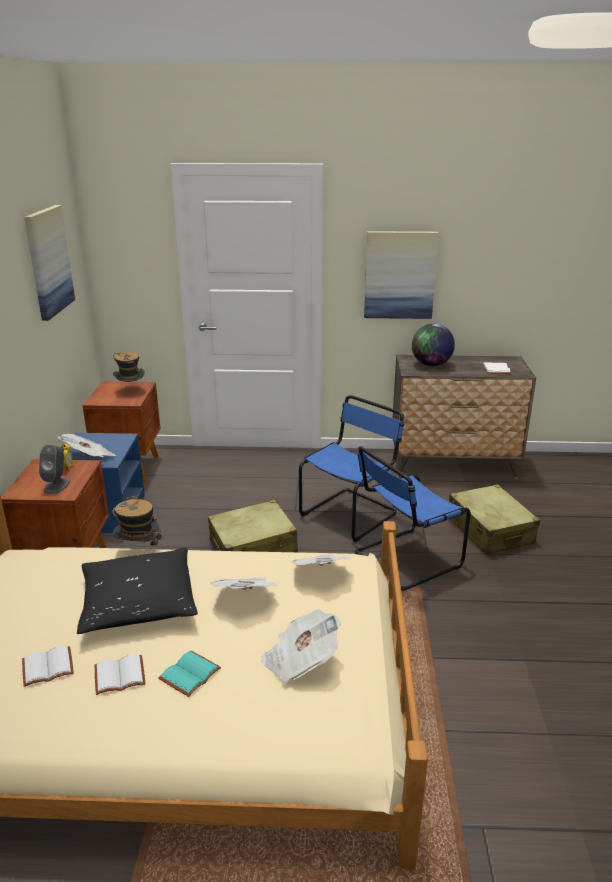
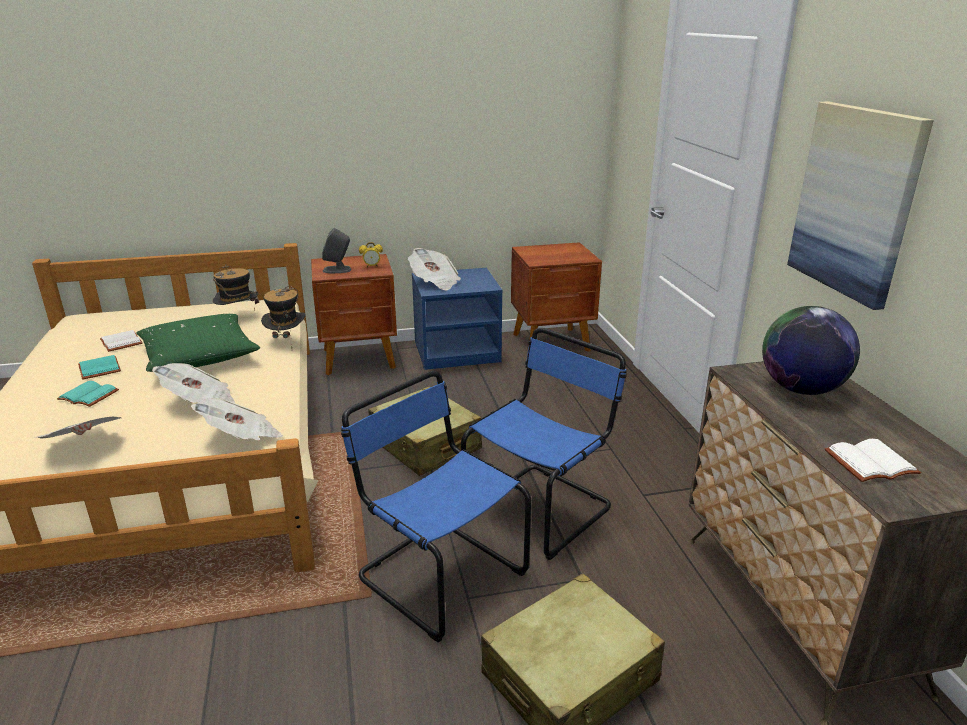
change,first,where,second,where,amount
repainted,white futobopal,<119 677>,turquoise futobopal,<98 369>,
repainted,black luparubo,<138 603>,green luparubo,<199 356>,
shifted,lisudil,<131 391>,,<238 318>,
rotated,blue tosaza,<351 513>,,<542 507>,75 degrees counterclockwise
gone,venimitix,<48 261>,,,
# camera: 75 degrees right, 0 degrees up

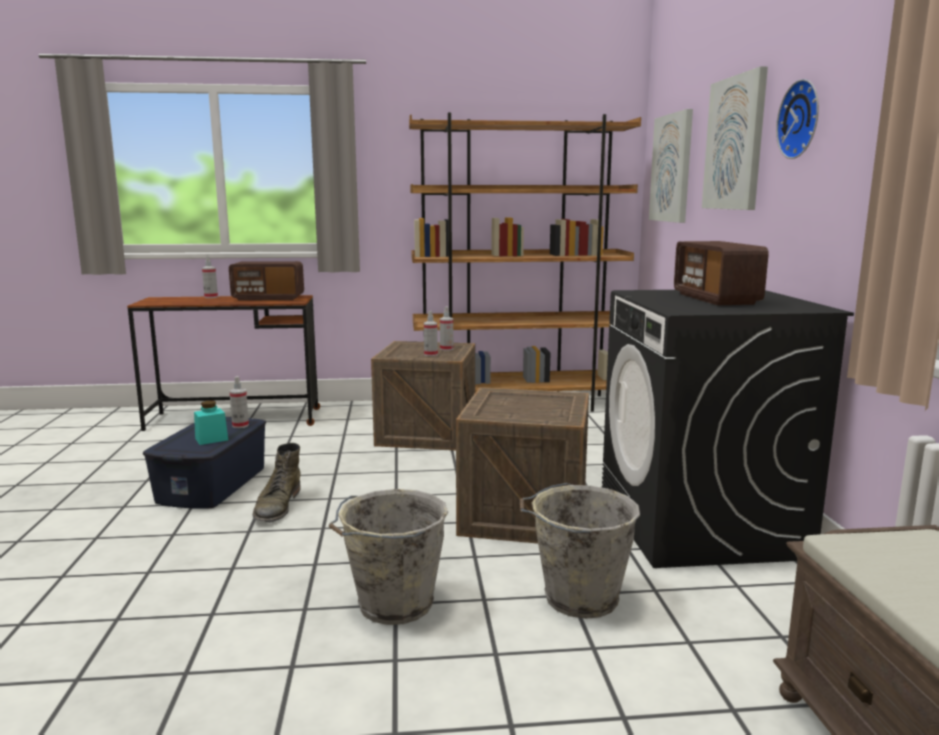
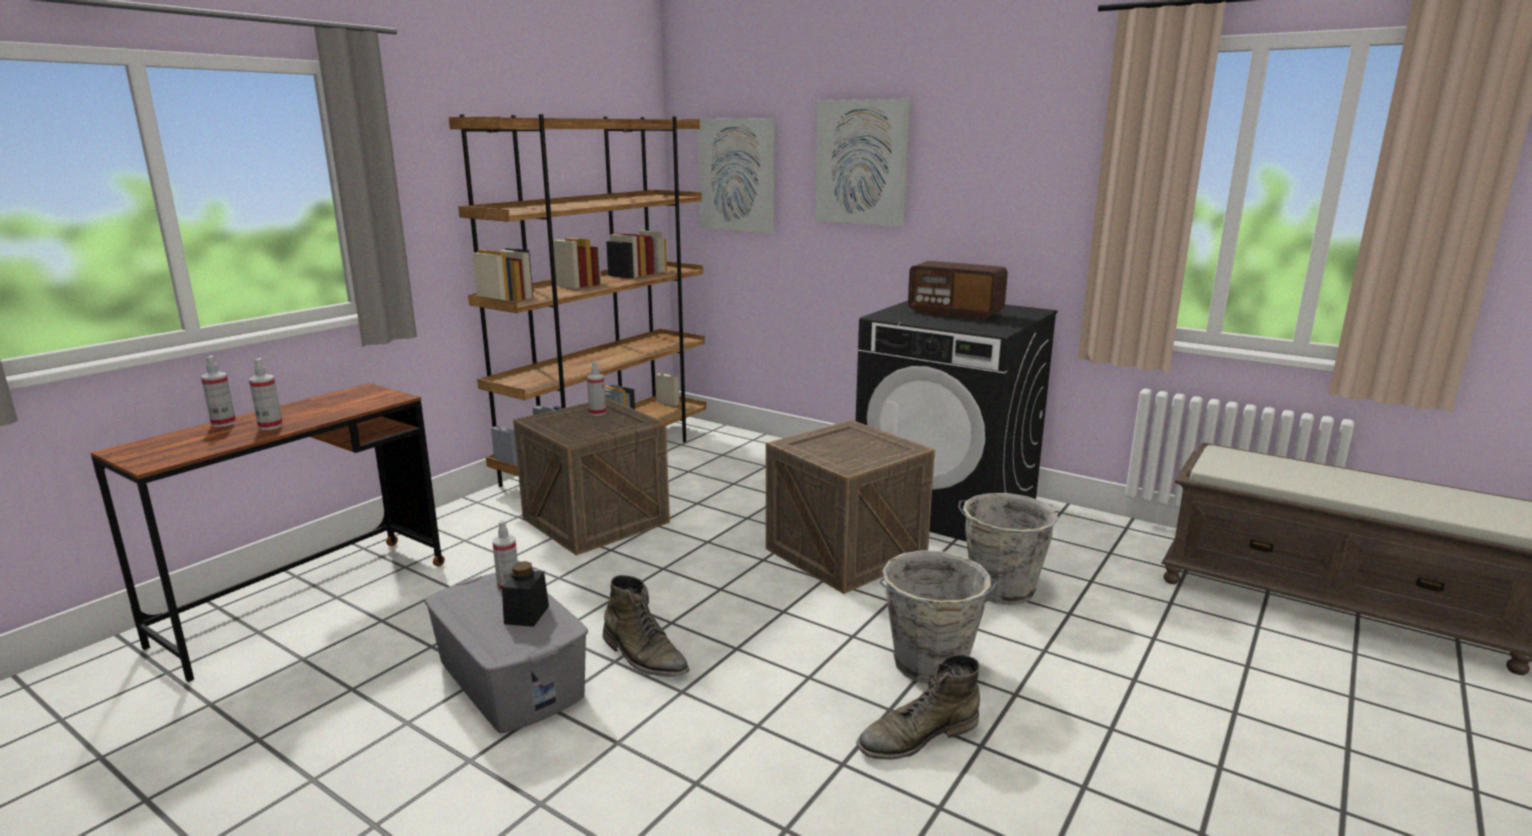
change,first,where,second,where,amount
shifted,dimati,<430 354>,,<270 426>,
repainted,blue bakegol,<213 484>,grey bakegol,<511 678>,
repainted,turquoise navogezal,<211 439>,black navogezal,<526 615>,
new,,,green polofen,<917 736>,
gone,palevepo,<268 298>,,,
gone,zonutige,<802 119>,,,
# camera: 50 degrees left, 5 degrees up

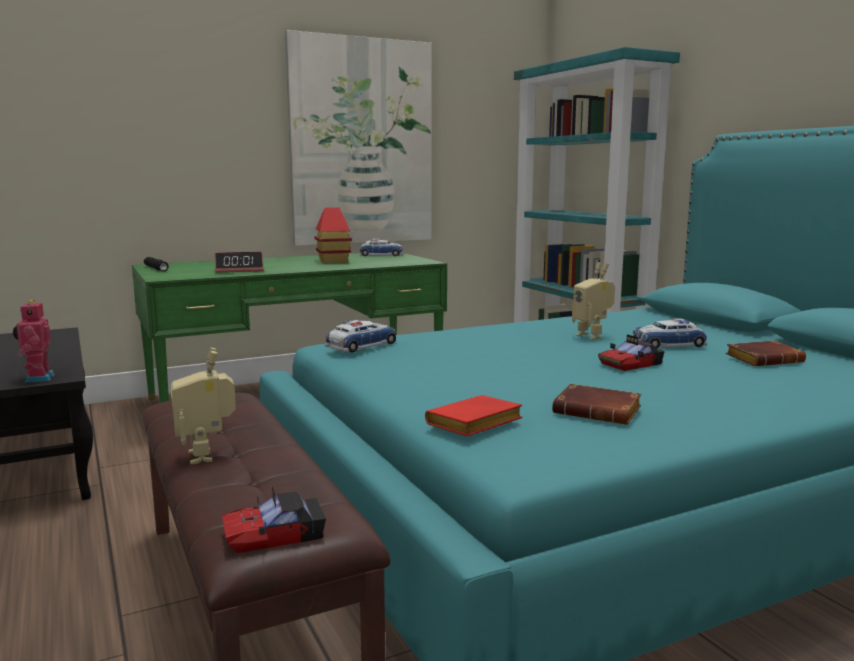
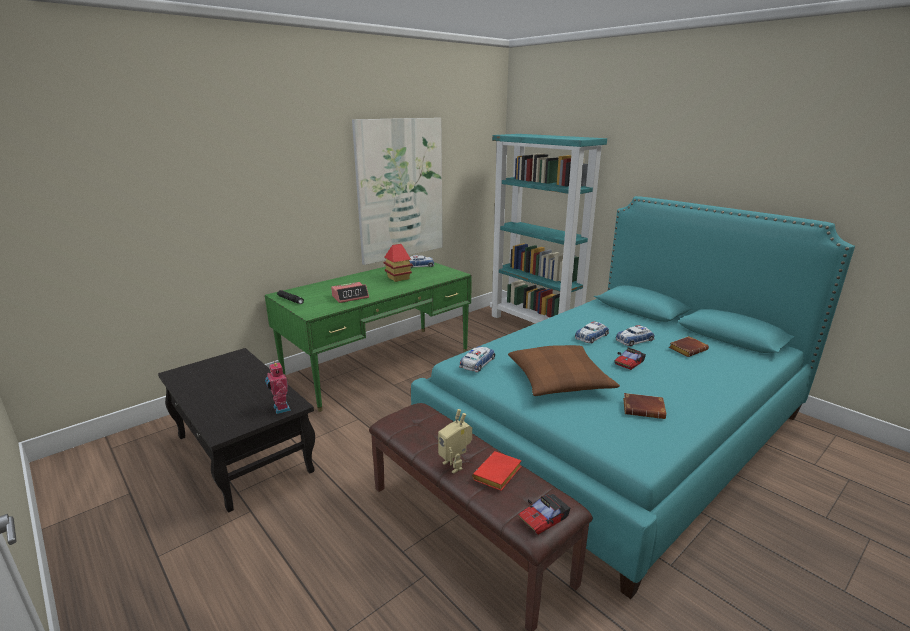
change,first,where,second,where,amount
shifted,red futobopal,<474 425>,,<497 475>,
new,,,brown luparubo,<559 380>,
swapped,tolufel,<592 336>,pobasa,<591 336>,
# camera: 15 degrees left, 10 degrees up

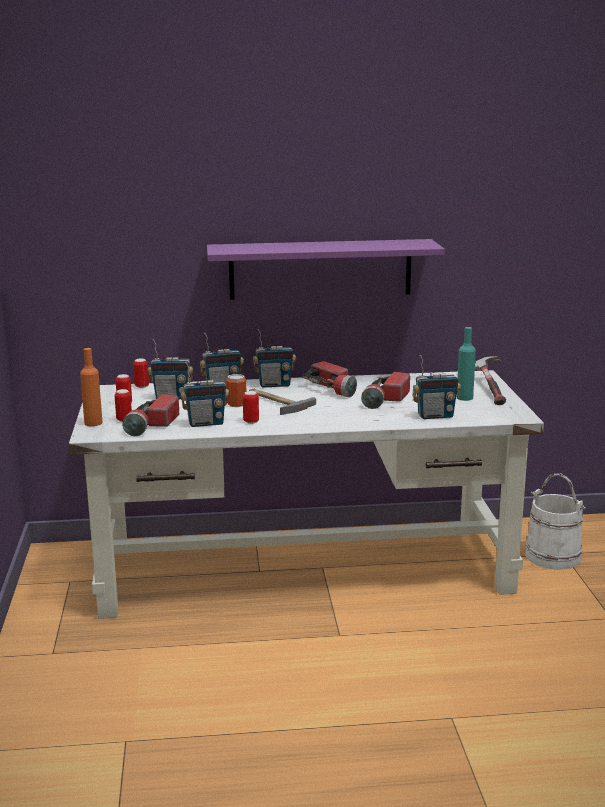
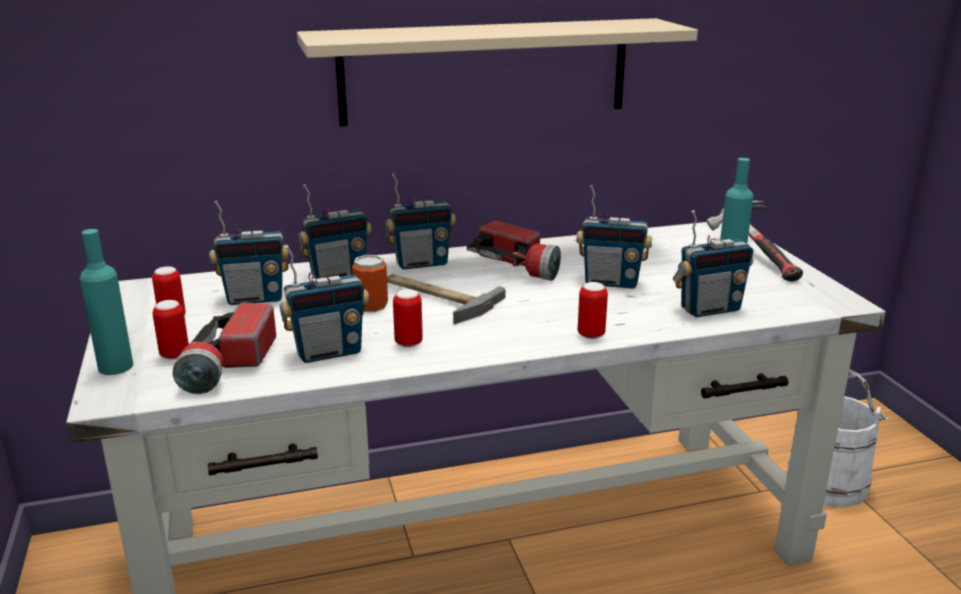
change,first,where,second,where,amount
repainted,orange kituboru,<93 423>,turquoise kituboru,<115 367>,
repainted,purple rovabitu,<320 269>,beige rovabitu,<485 71>,
swapped,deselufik,<385 400>,palevepo,<611 282>,
shifted,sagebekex,<141 386>,,<591 334>,
# camera: 10 degrees left, 5 degrees up

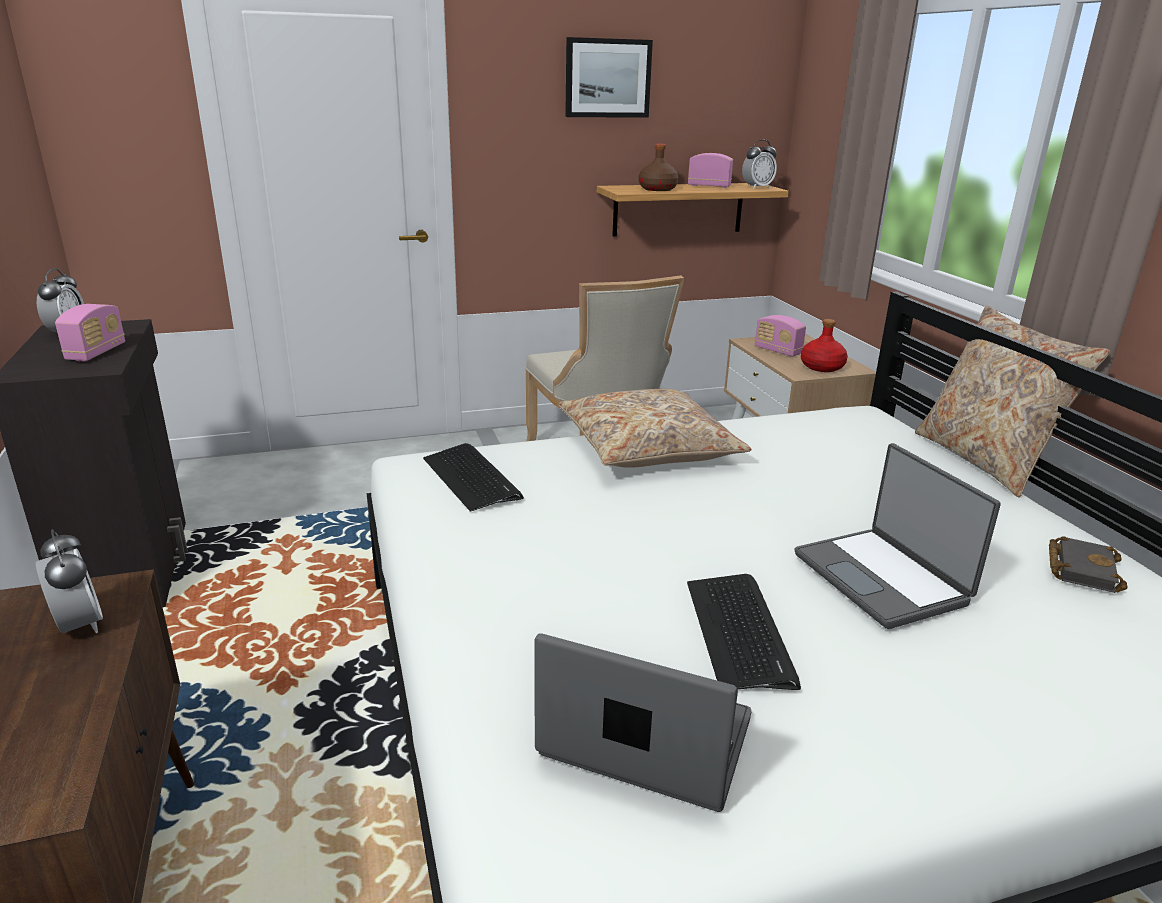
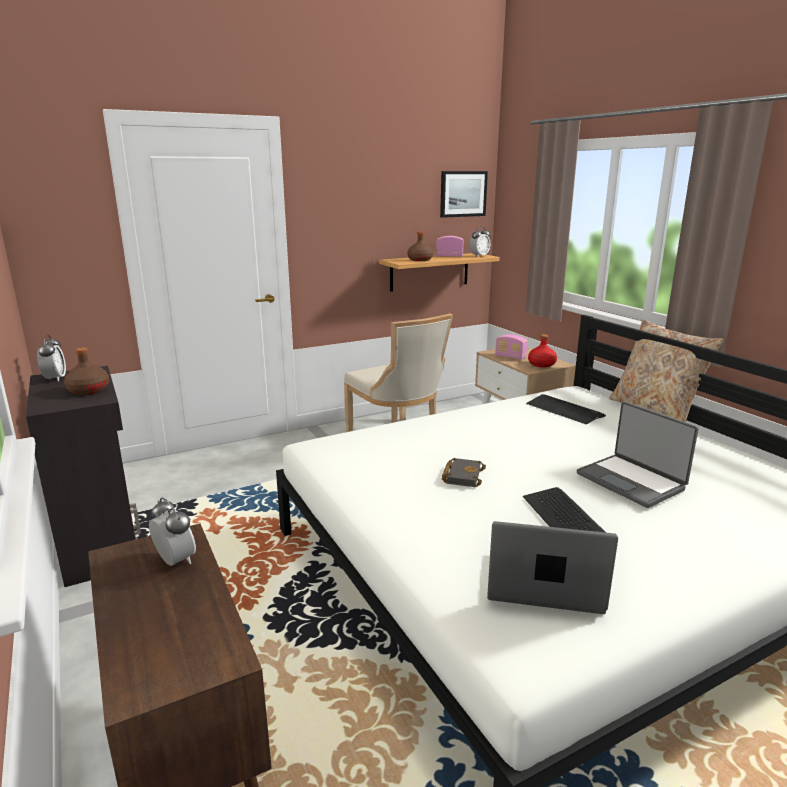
change,first,where,second,where,amount
swapped,palevepo,<96 353>,brown kituboru,<88 390>,
shifted,venimitix,<607 78>,,<463 194>,
shifted,black futobopal,<1080 568>,,<462 475>,
shifted,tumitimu,<471 478>,,<564 410>,
gone,beige luparubo,<648 447>,,,
# camera: 10 degrees left, 5 degrees down

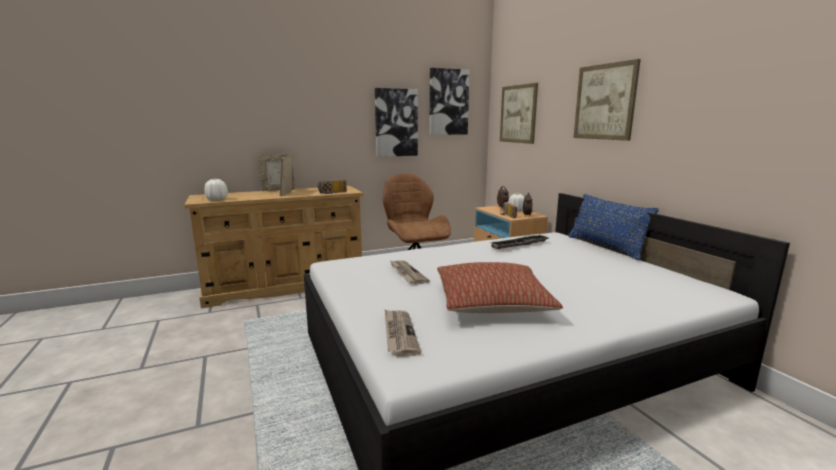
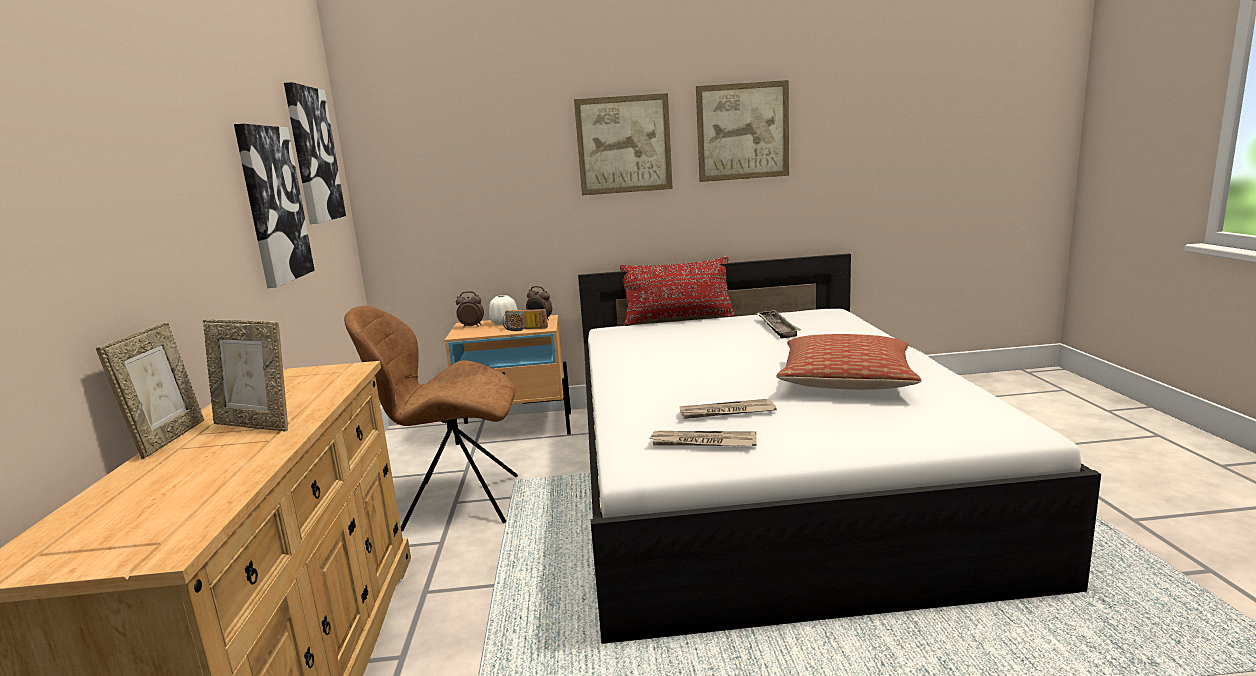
change,first,where,second,where,amount
repainted,blue luparubo,<605 247>,red luparubo,<678 319>,
shifted,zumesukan,<399 334>,,<702 442>,
shifted,venimitix,<518 114>,,<742 131>,
shifted,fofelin,<519 245>,,<777 328>,
gone,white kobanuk,<217 199>,,,
gone,palevepo,<332 193>,,,
# camera: 70 degrees left, 0 degrees up

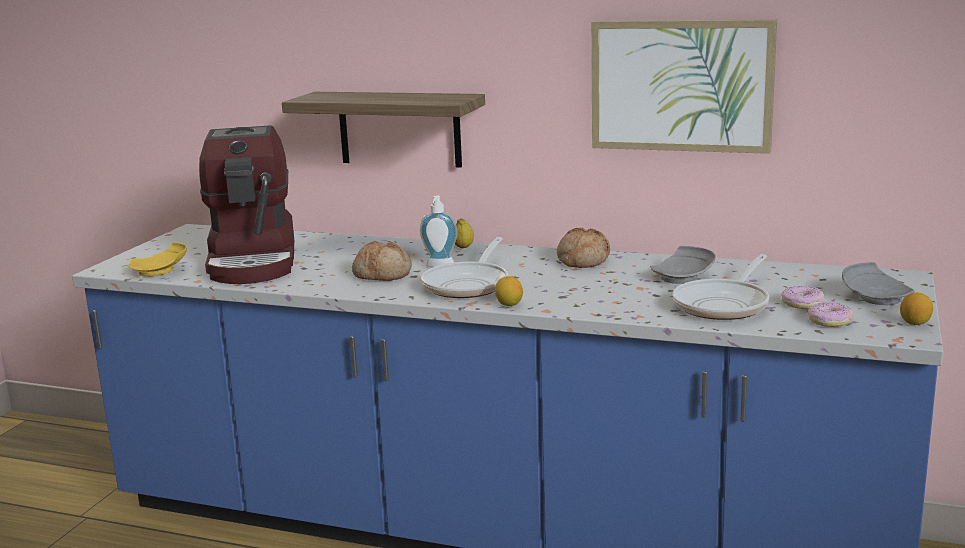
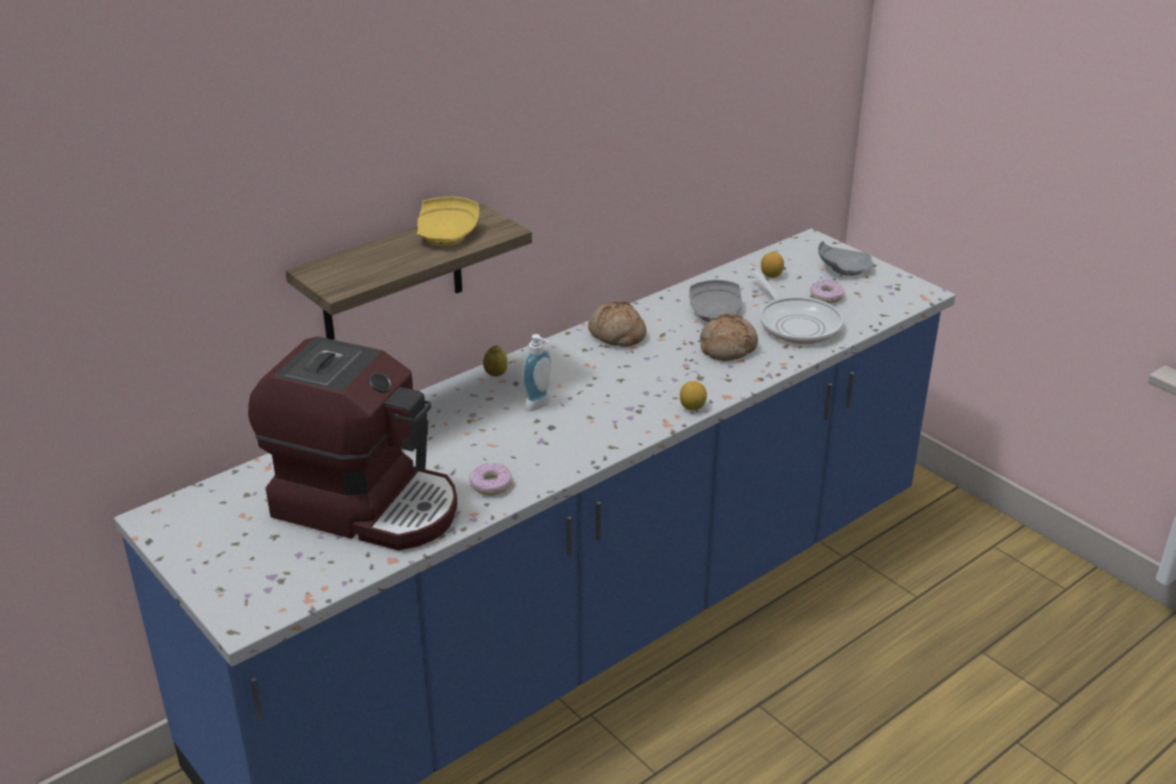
change,first,where,second,where,amount
shifted,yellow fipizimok,<161 271>,,<448 235>,
shifted,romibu,<829 321>,,<490 485>,
shifted,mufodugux,<383 274>,,<727 347>,
shifted,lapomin,<915 323>,,<771 275>,
gone,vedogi,<469 284>,,,
gone,venimitix,<681 85>,,,
# camera: 60 degrees left, 15 degrees up

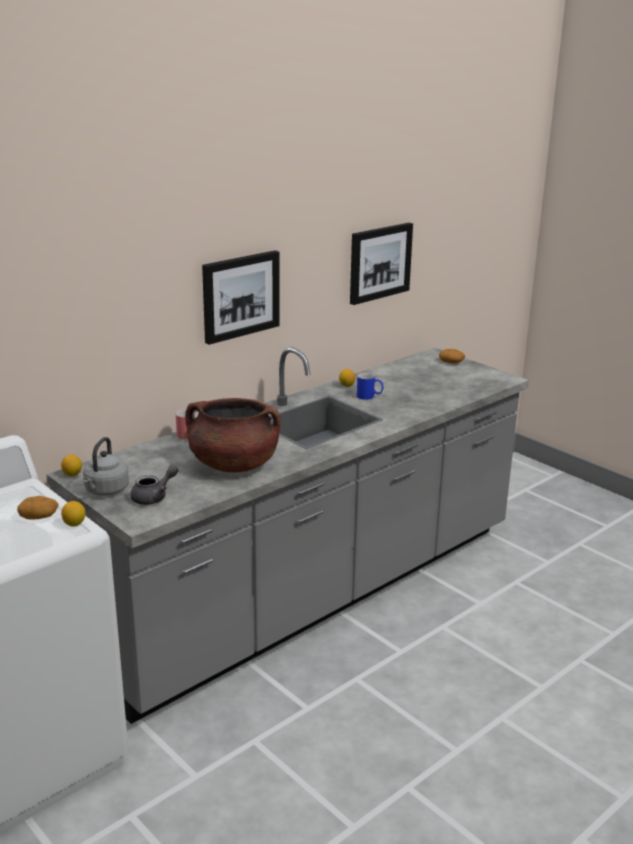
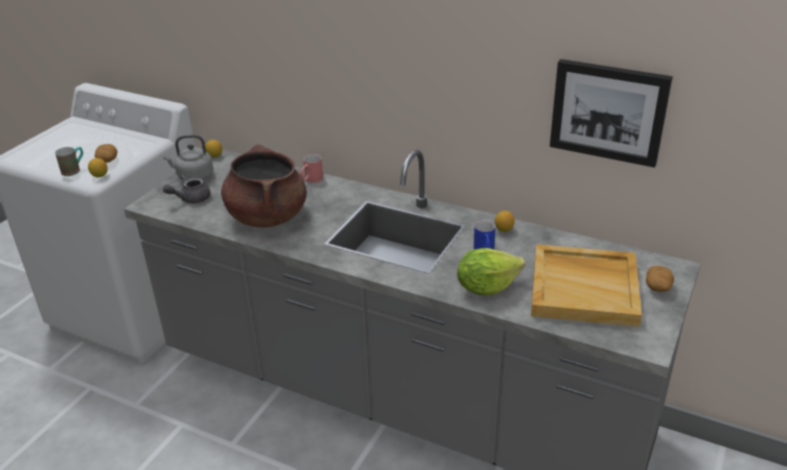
change,first,where,second,where,amount
new,,,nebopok,<74 170>,
rotated,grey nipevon,<154 497>,,<190 198>,120 degrees clockwise
new,,,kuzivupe,<486 287>,
new,,,beige fofelin,<585 288>,
gone,venimitix,<240 296>,,,
# camera: 70 degrees right, 10 degrees up

